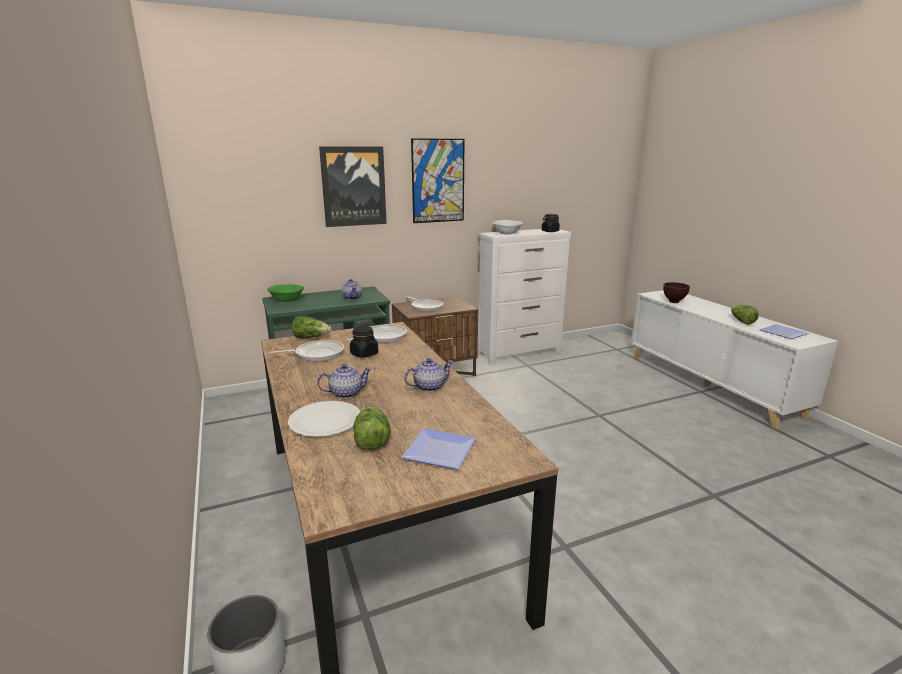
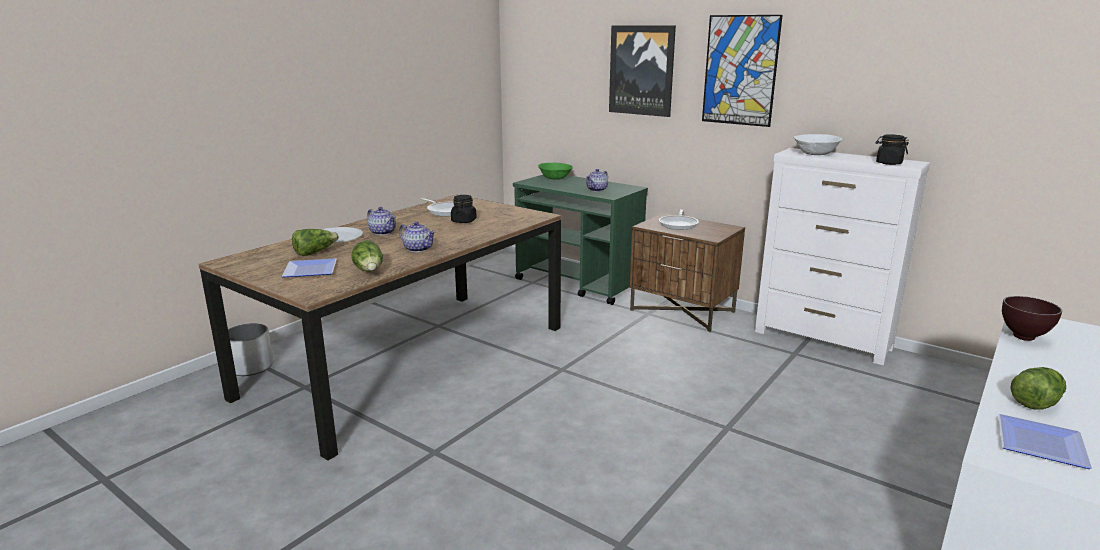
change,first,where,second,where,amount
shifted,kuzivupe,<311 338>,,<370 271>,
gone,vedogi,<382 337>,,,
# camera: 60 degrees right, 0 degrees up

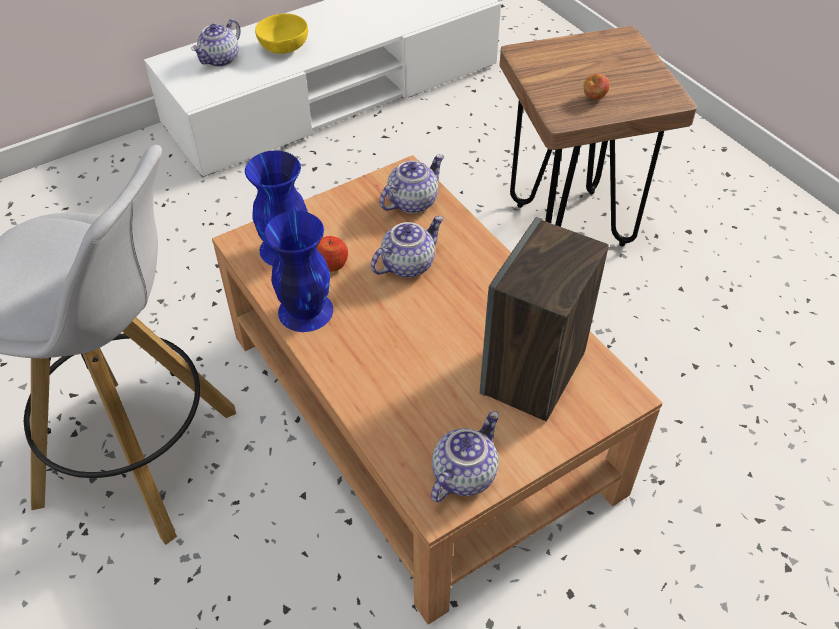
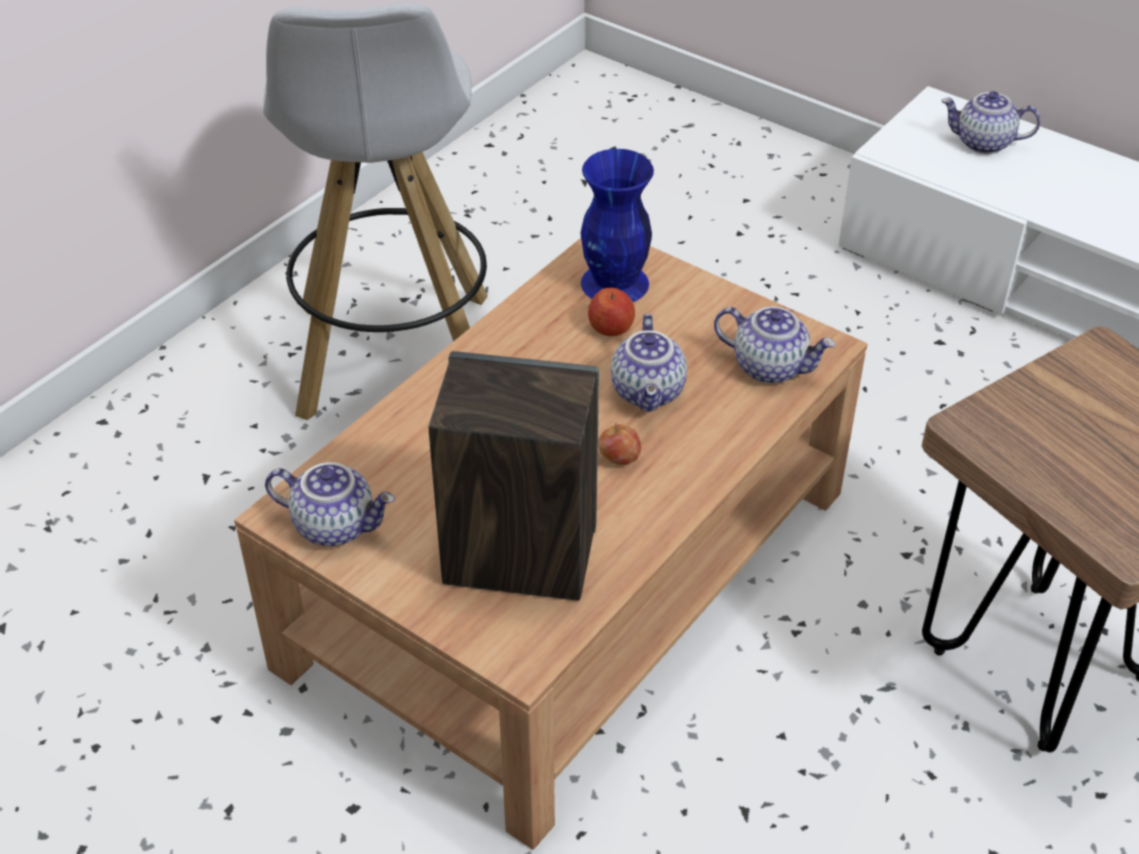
change,first,where,second,where,amount
shifted,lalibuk,<594 98>,,<619 459>,
rotated,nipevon,<407 264>,,<649 392>,60 degrees clockwise
gone,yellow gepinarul,<283 49>,,,
gone,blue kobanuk,<304 310>,,,
# camera: 70 degrees right, 5 degrees down

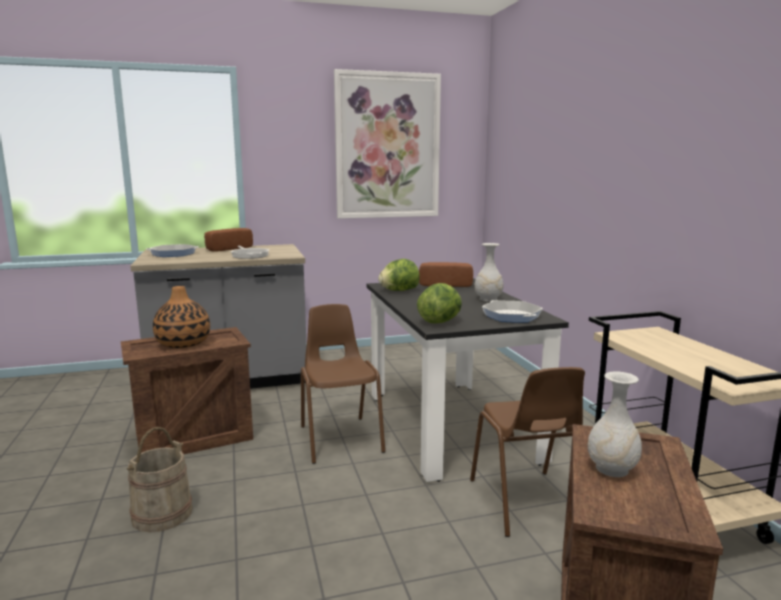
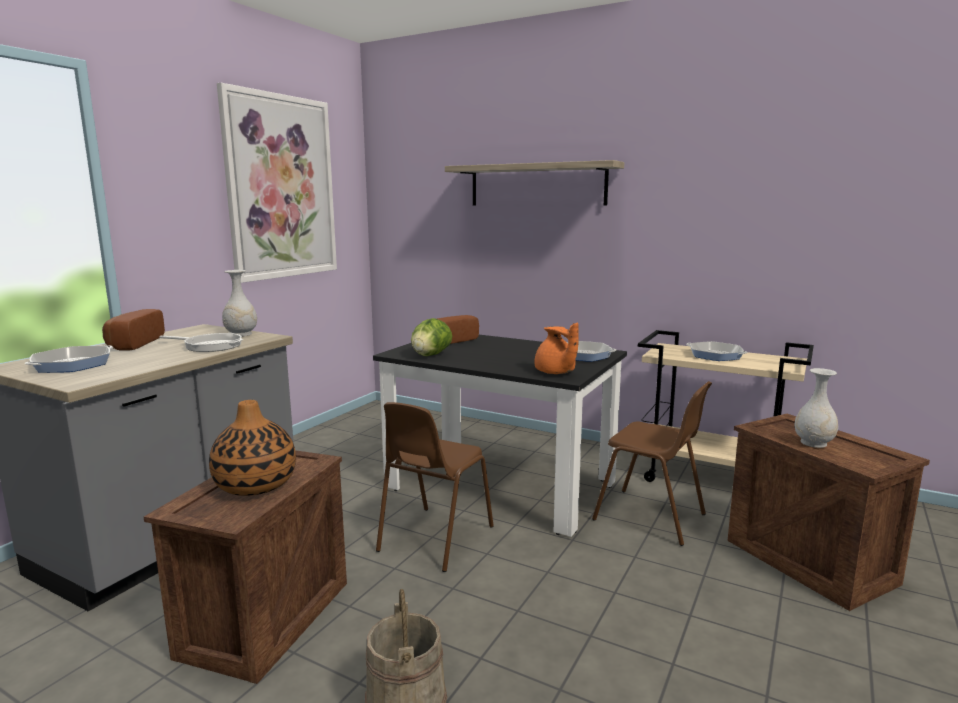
change,first,where,second,where,amount
shifted,white kobanuk,<488 299>,,<241 334>,
rotated,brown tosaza,<340 438>,,<434 538>,90 degrees counterclockwise
new,,,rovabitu,<536 185>,
swapped,kuzivupe,<440 321>,orange nipevon,<555 372>,
new,,,vedogi,<715 355>,
# camera: 45 degrees left, 0 degrees up

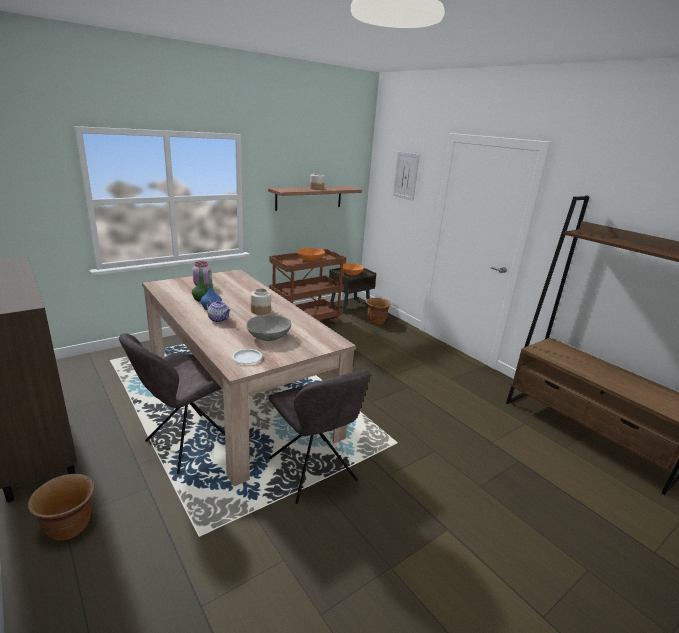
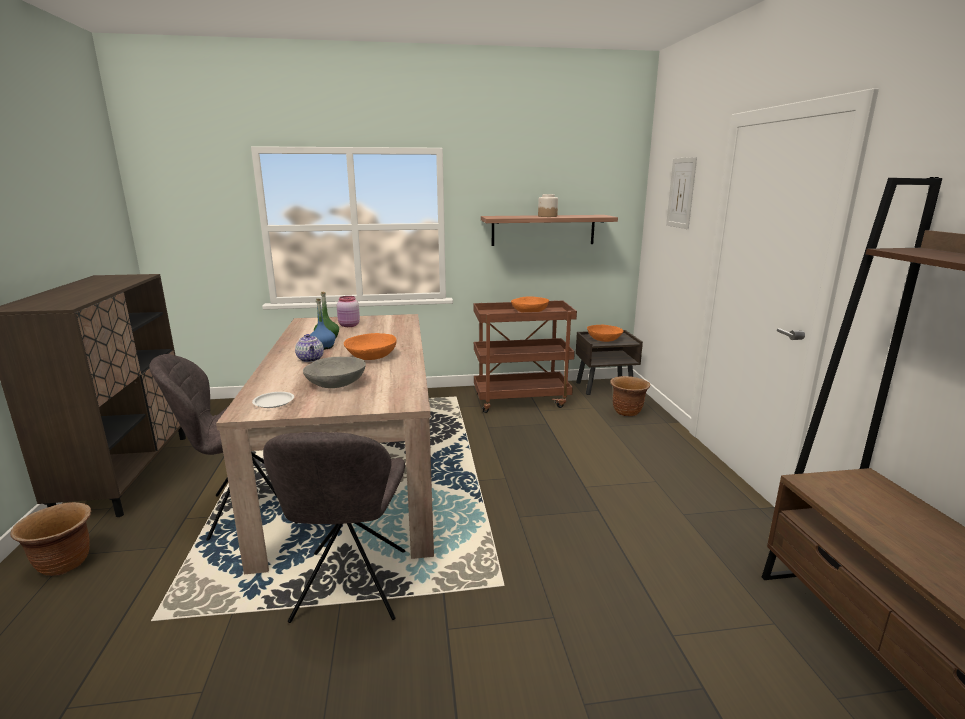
change,first,where,second,where,amount
swapped,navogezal,<261 310>,orange gepinarul,<371 356>,
# camera: 30 degrees right, 5 degrees down

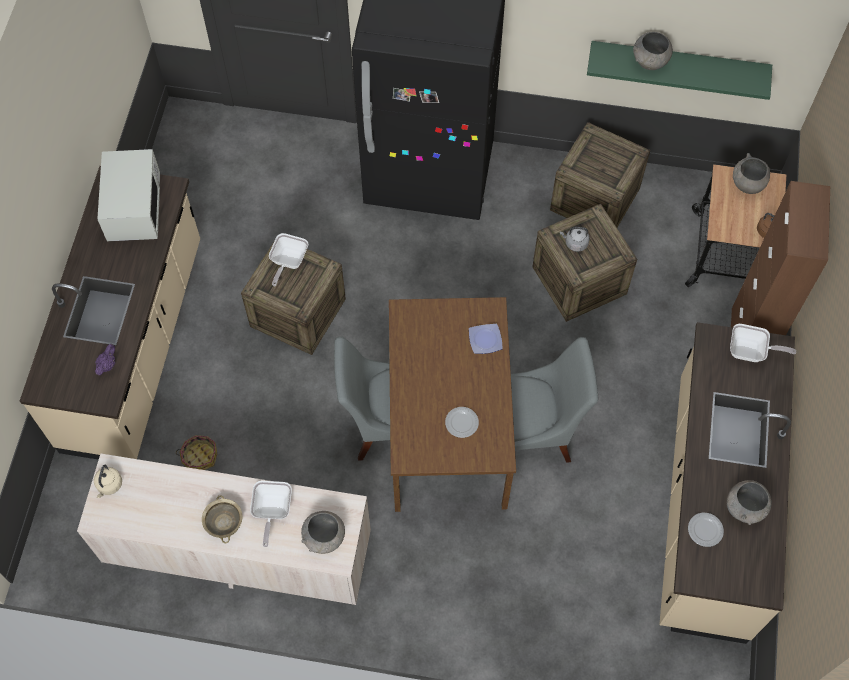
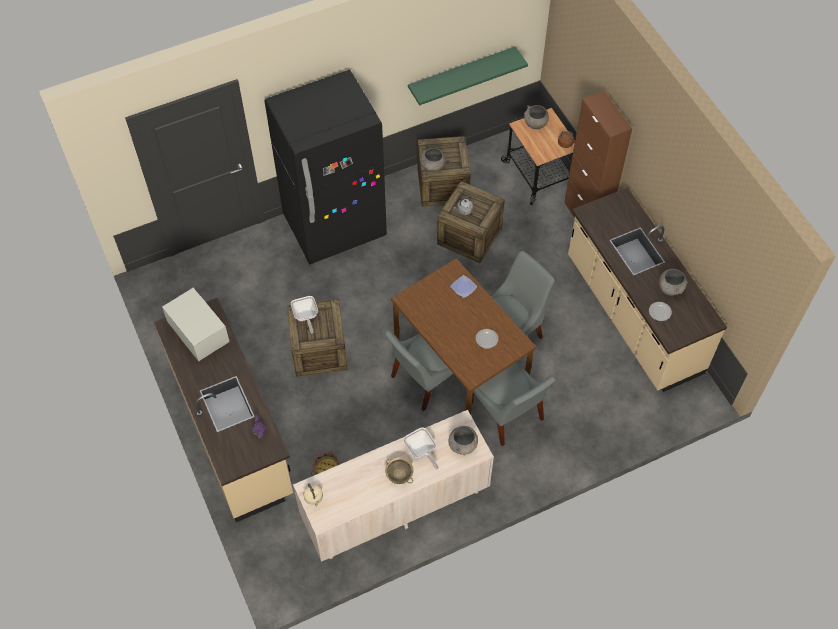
change,first,where,second,where,amount
shifted,grey gepinarul,<650 62>,,<433 167>,
new,,,grey tosaza,<507 414>,
gone,vedogi,<750 352>,,,
# camera: 35 degrees left, 5 degrees down

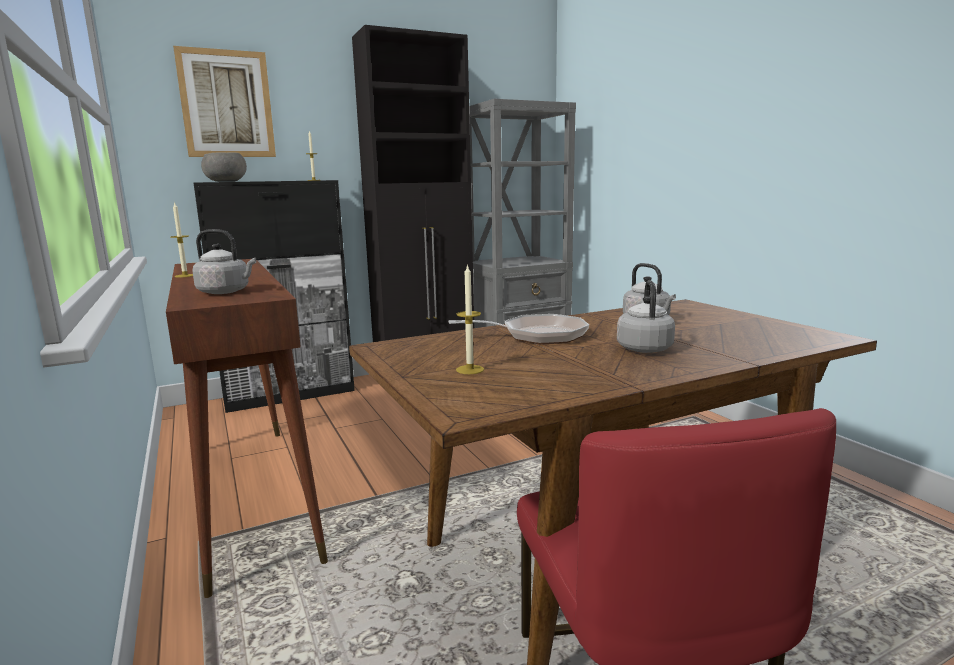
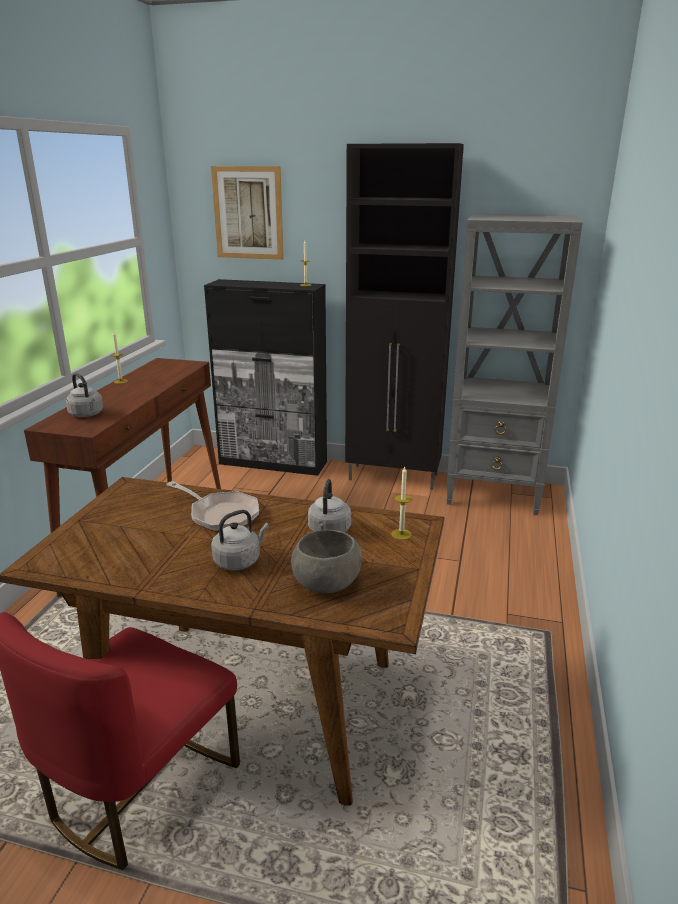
change,first,where,second,where,amount
shifted,grey gepinarul,<225 181>,,<326 581>,
shifted,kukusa,<470 369>,,<401 534>,
# camera: 40 degrees right, 10 degrees up

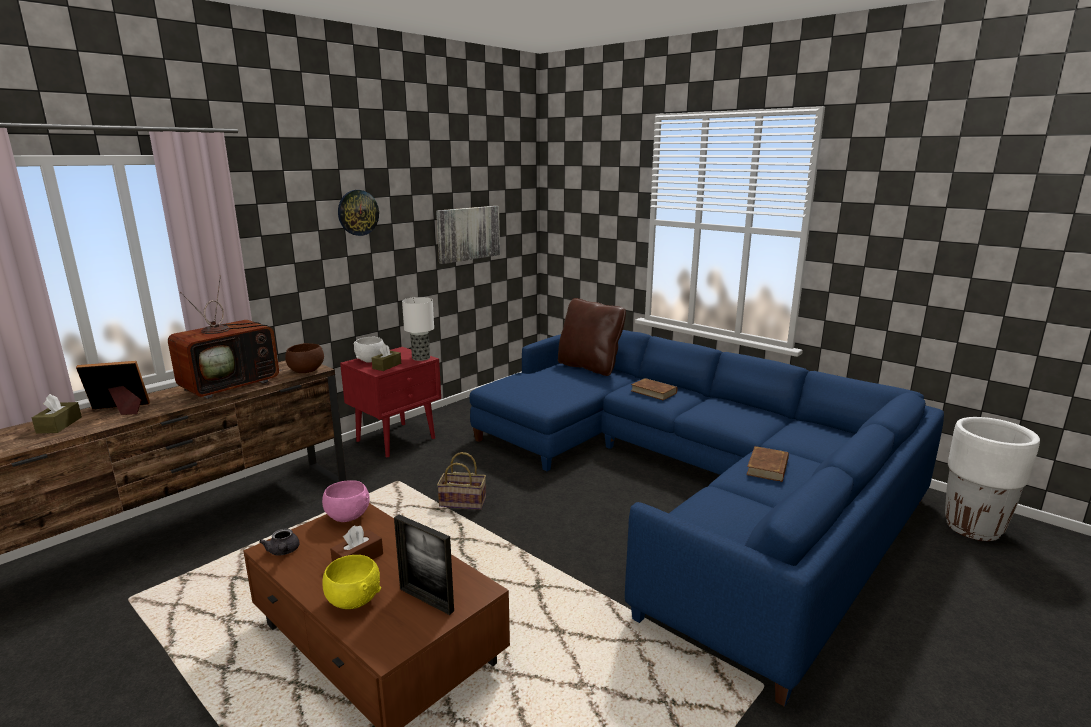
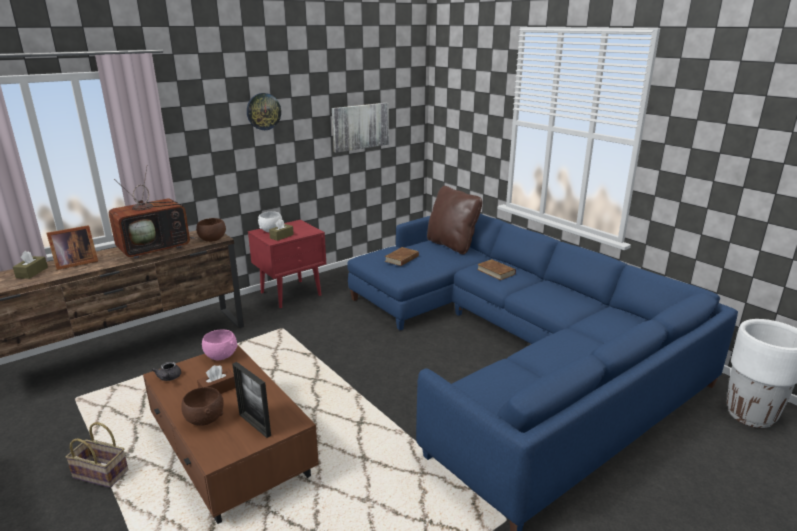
change,first,where,second,where,amount
rotated,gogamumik,<120 410>,,<74 263>,150 degrees clockwise
shifted,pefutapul,<464 502>,,<102 474>,
repainted,yellow gepinarul,<353 600>,brown gepinarul,<205 419>,
shifted,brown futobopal,<768 467>,,<402 259>,
gone,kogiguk,<421 358>,,,
# camera: 10 degrees right, 5 degrees up

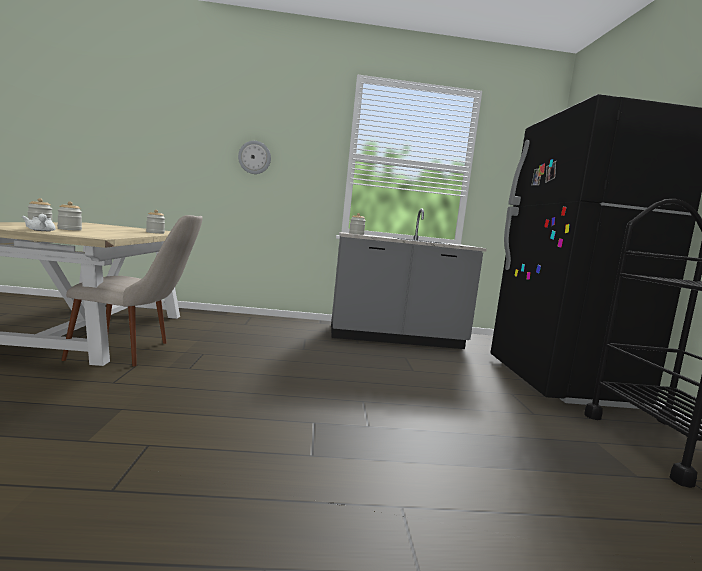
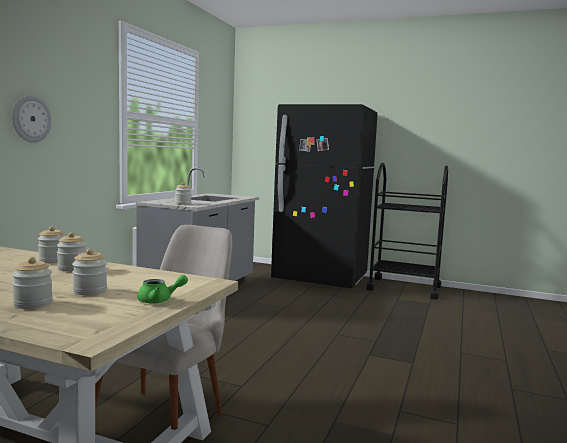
change,first,where,second,where,amount
new,,,navogezal,<72 268>,
repainted,white nipevon,<41 231>,green nipevon,<159 300>,
# camera: 65 degrees left, 0 degrees up

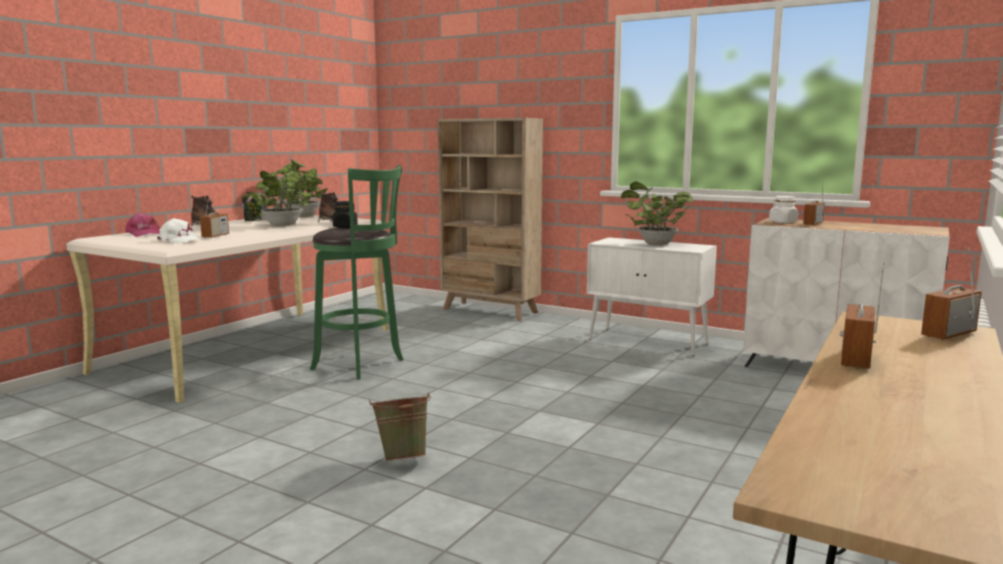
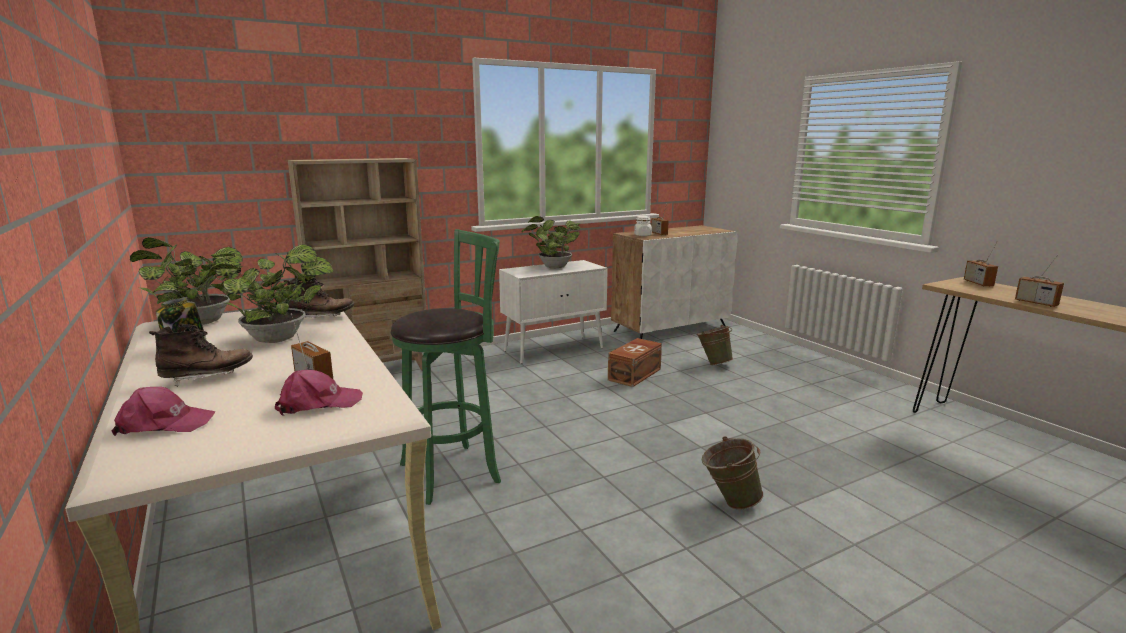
change,first,where,second,where,amount
repainted,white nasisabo,<179 240>,pink nasisabo,<318 403>,
new,,,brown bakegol,<635 374>,
new,,,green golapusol,<713 363>,
gone,black navogezal,<345 227>,,,
# camera: 60 degrees left, 5 degrees up

